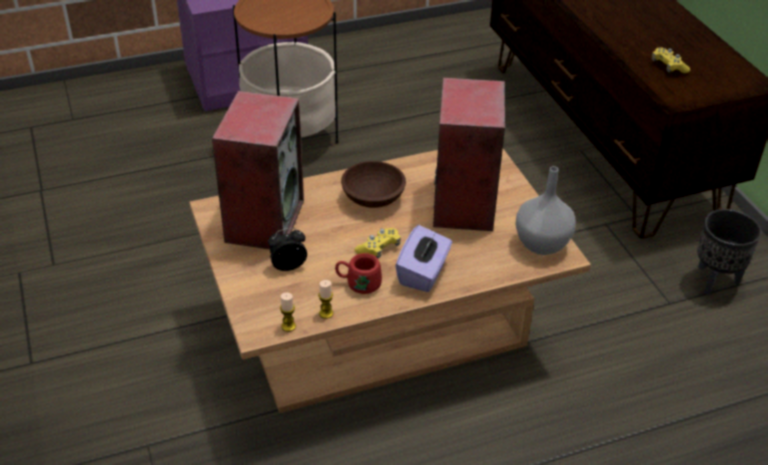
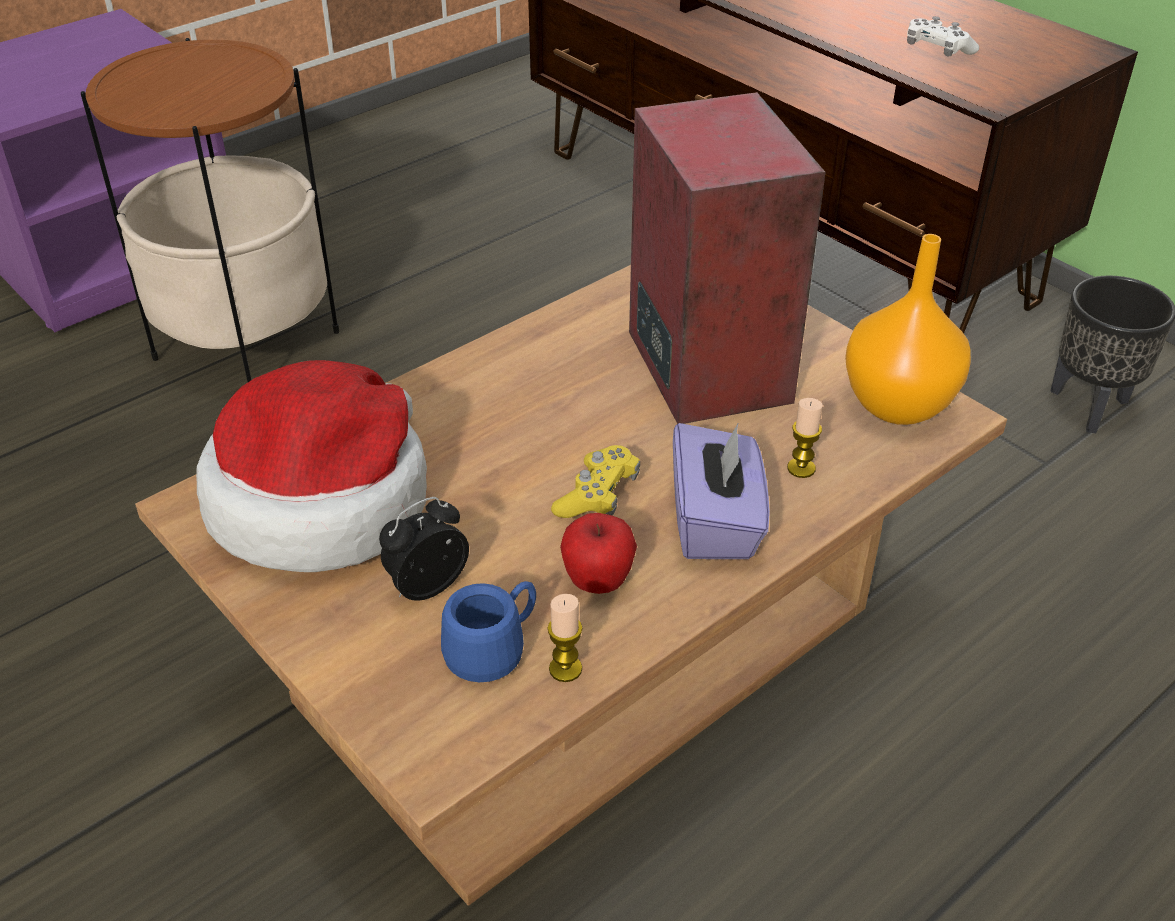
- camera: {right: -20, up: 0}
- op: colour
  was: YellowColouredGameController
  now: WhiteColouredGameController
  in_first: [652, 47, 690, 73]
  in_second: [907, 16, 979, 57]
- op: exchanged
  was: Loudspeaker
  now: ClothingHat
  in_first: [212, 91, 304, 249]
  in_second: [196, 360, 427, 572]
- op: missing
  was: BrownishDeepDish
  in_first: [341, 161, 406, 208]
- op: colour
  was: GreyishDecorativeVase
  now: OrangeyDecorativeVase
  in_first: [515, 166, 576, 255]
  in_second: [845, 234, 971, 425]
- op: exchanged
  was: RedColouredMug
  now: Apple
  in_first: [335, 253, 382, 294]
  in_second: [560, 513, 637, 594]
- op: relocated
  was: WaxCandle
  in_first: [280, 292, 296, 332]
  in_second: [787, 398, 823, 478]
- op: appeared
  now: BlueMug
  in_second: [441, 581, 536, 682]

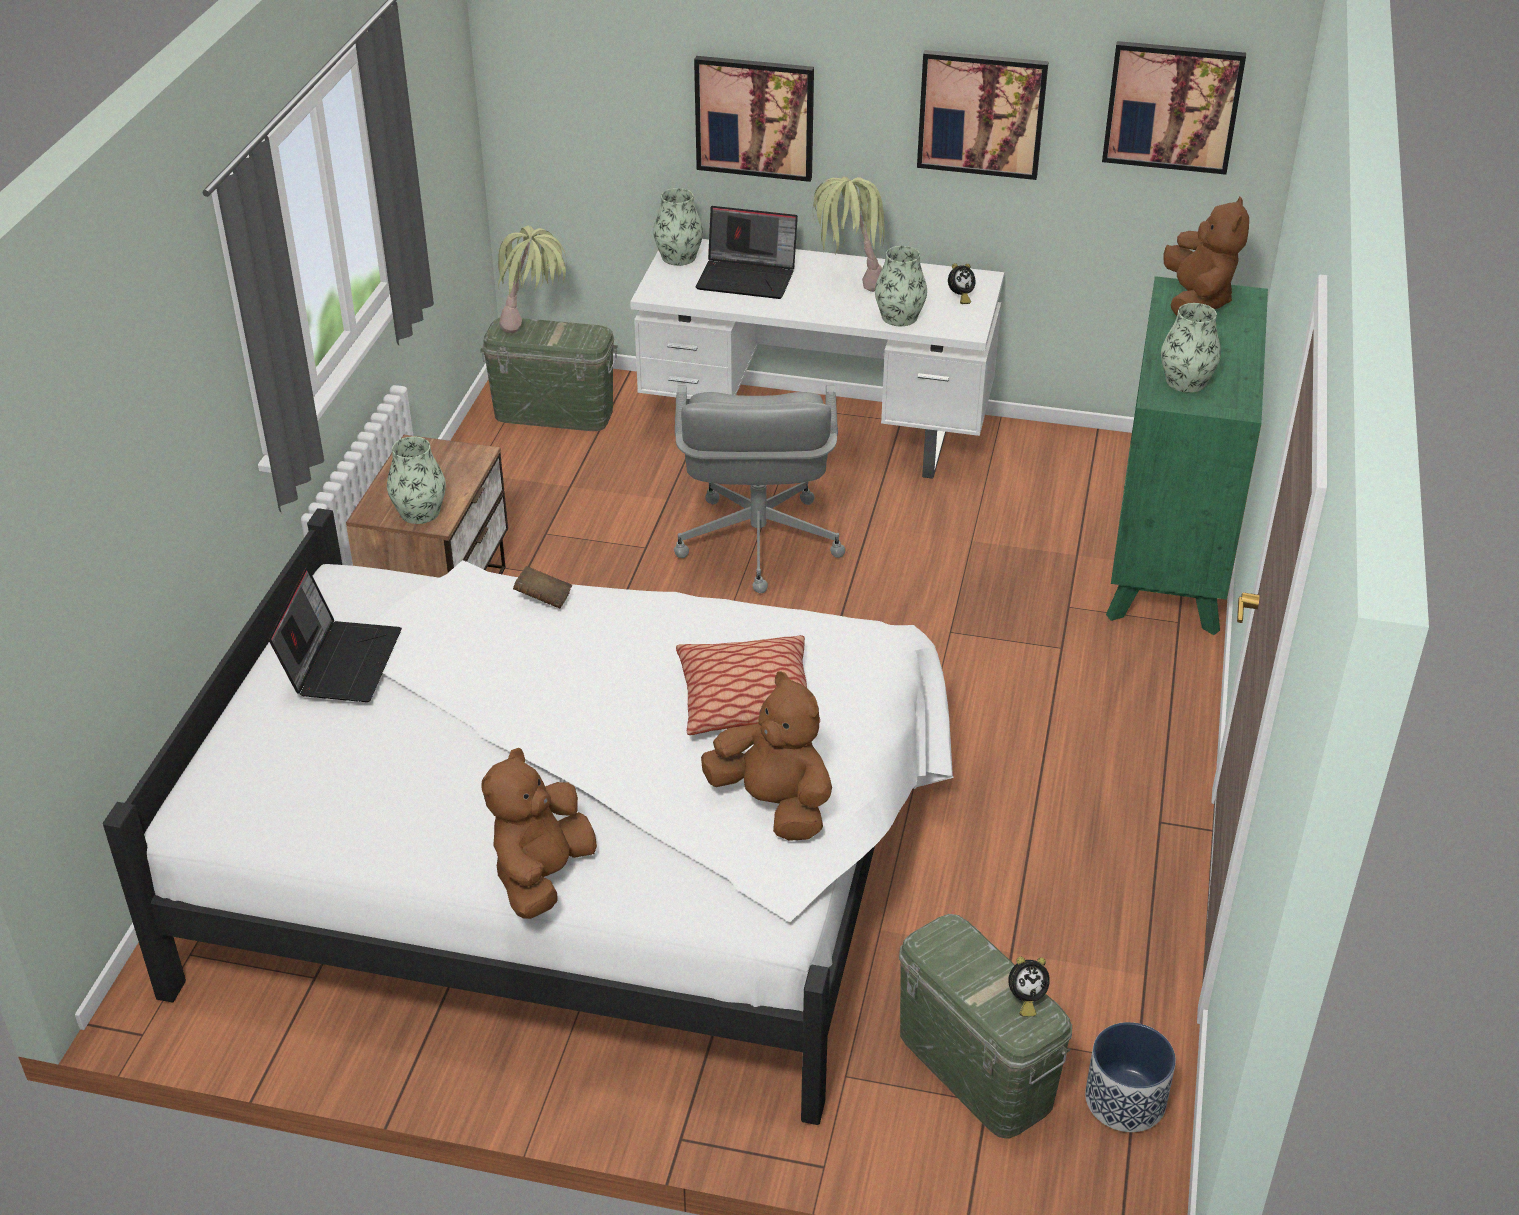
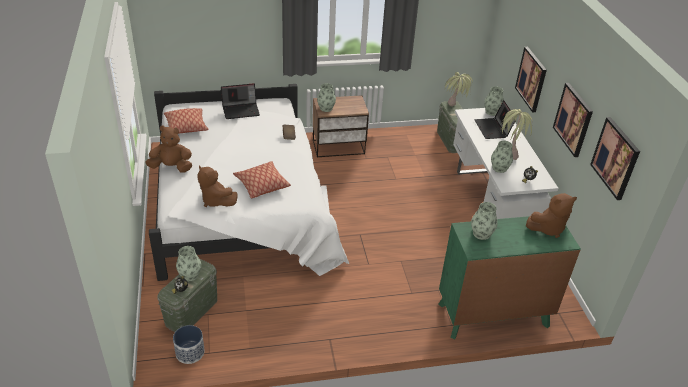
- camera: {right: 65, up: 0}
- op: missing
  was: GreyishComputerChair
  in_first: [674, 385, 845, 593]
- op: spun
  was: BrownishCuddlyToy
  in_first: [701, 671, 832, 841]
  in_second: [197, 165, 238, 207]
  clockwise: 120
- op: appeared
  now: Pillow
  in_second: [164, 108, 209, 133]
- op: appeared
  now: DecorativeVase
  in_second: [176, 246, 201, 281]

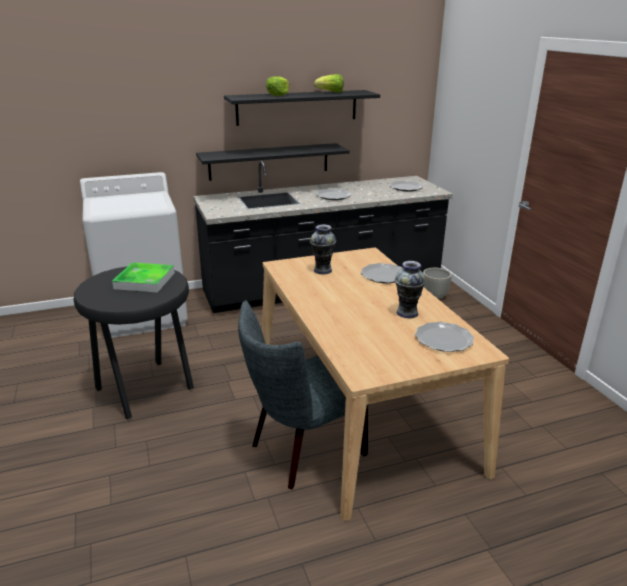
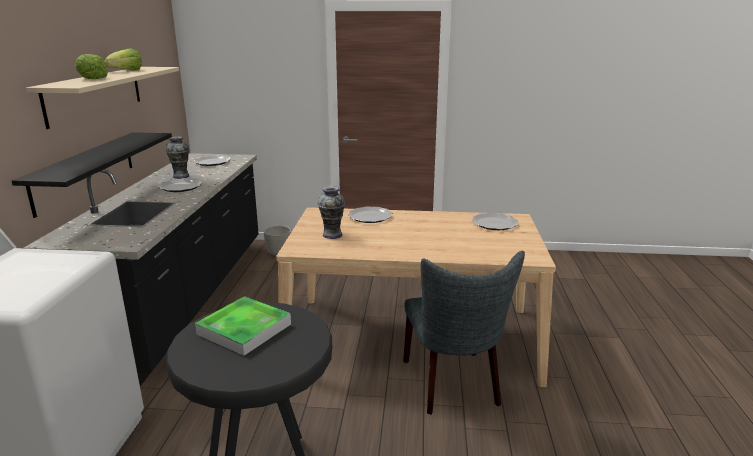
- camera: {right: -65, up: -5}
- op: colour
  was: BlackBracketShelf
  now: BeigeColouredBracketShelf
  in_first: [224, 90, 380, 126]
  in_second: [26, 67, 179, 129]
- op: relocated
  was: DecorativeVase
  in_first: [395, 261, 425, 318]
  in_second: [166, 136, 190, 179]

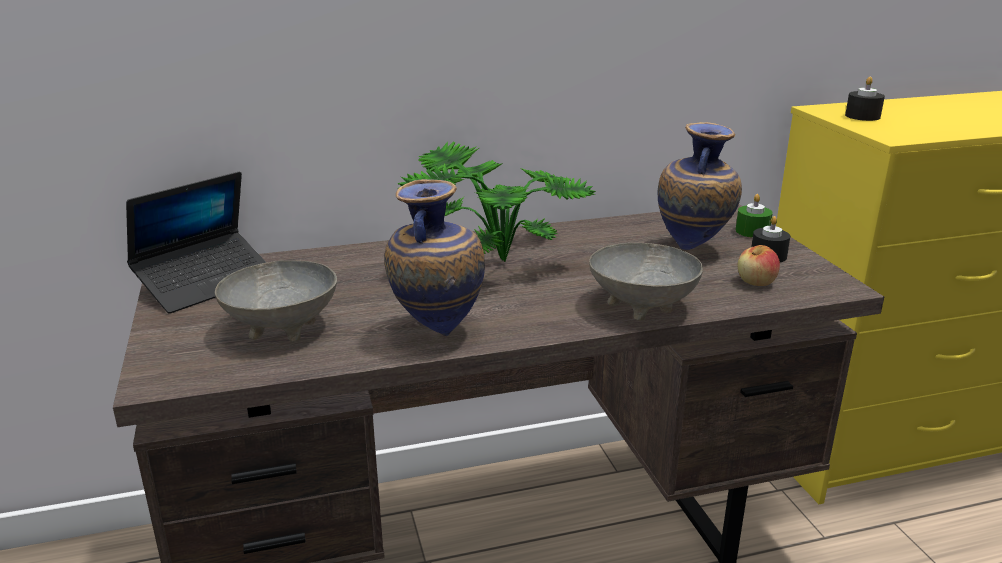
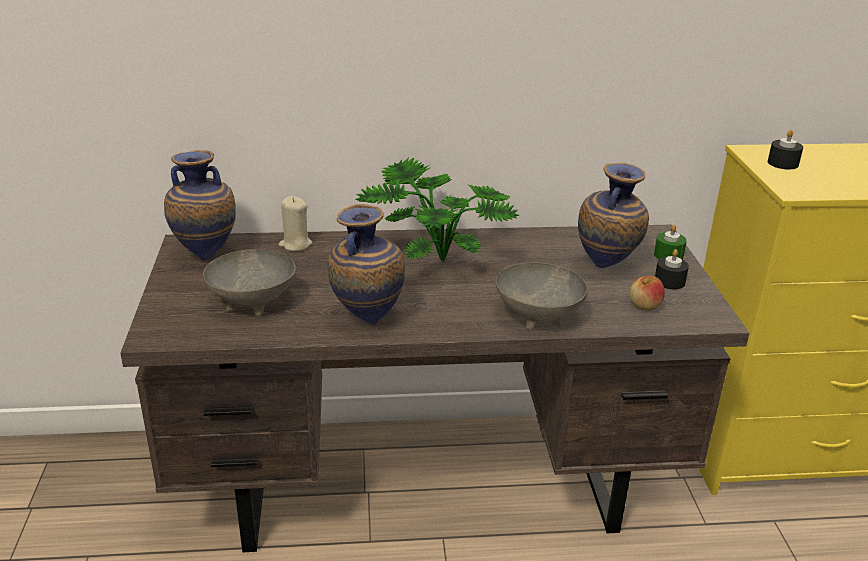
- camera: {right: 10, up: 5}
- op: exchanged
  was: Laptop
  now: DecorativeVase
  in_first: [126, 172, 266, 314]
  in_second: [164, 150, 236, 260]
- op: appeared
  now: BeigeColouredWaxCandle
  in_second: [278, 196, 312, 251]

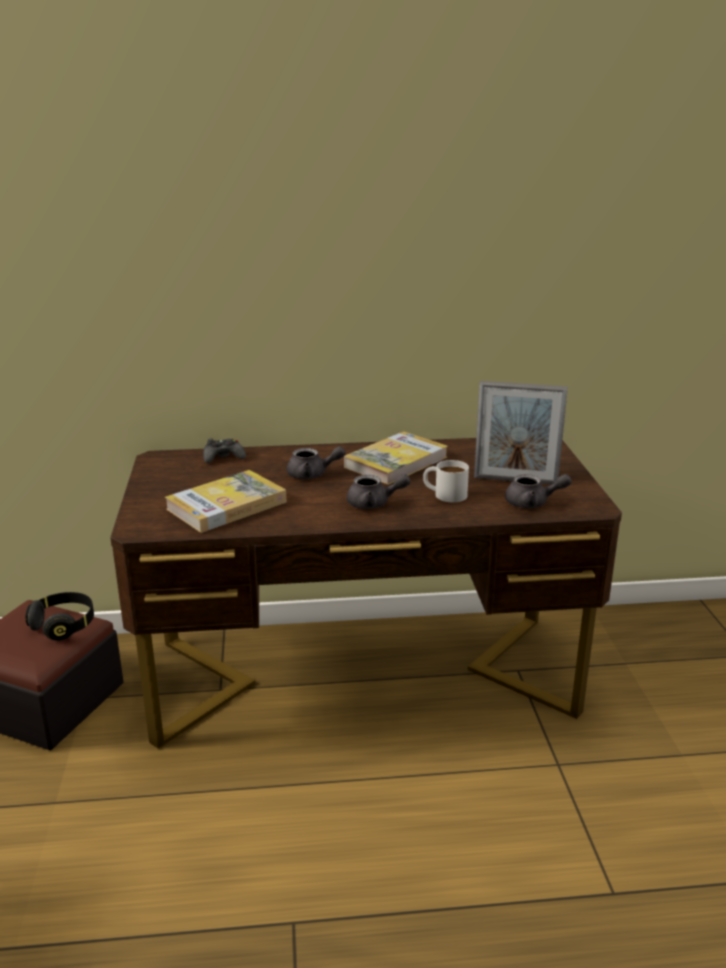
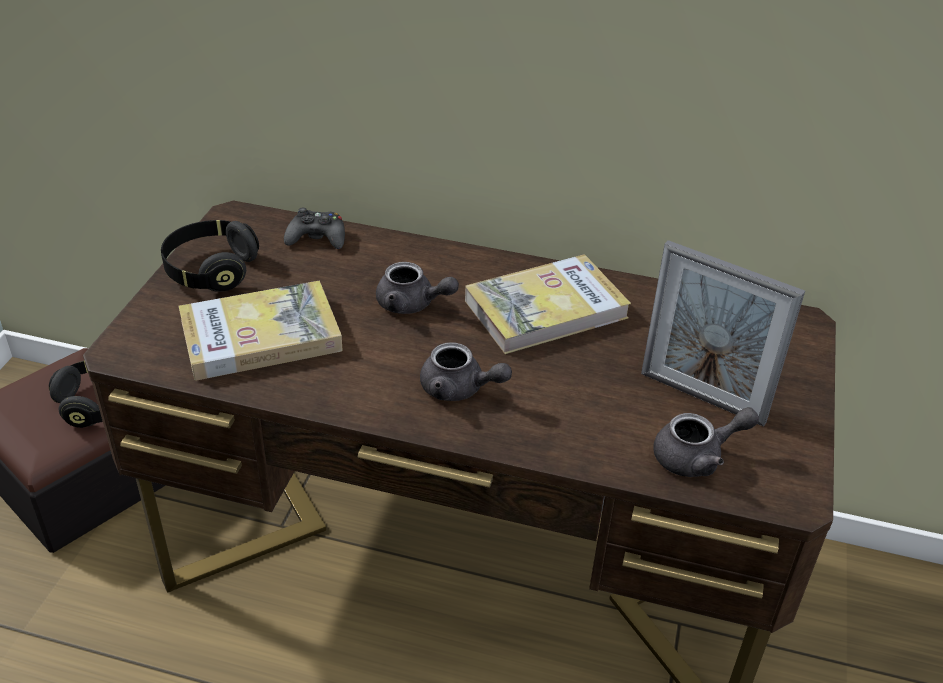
- camera: {right: 20, up: 15}
- op: missing
  was: WhiteColouredMug
  in_first: [423, 460, 469, 502]
- op: spun
  was: GreyishTeaPot
  in_first: [505, 474, 572, 508]
  in_second: [653, 407, 759, 477]
  clockwise: -45
- op: appeared
  now: BlackPairOfHeadphones
  in_second: [161, 220, 259, 292]

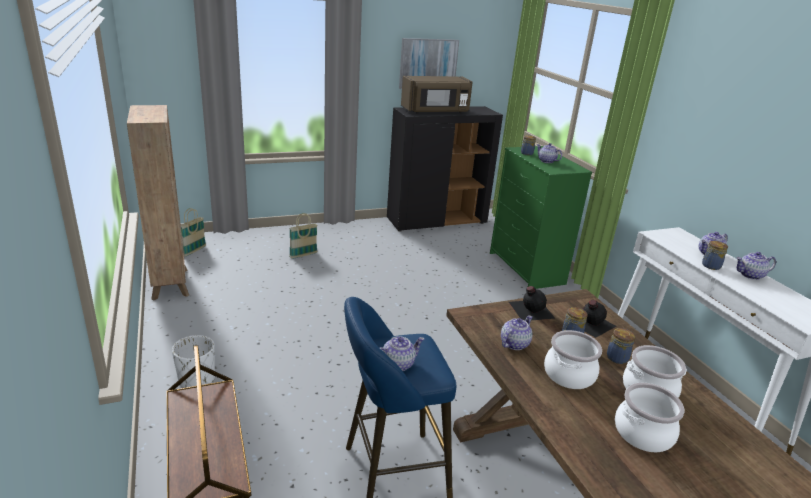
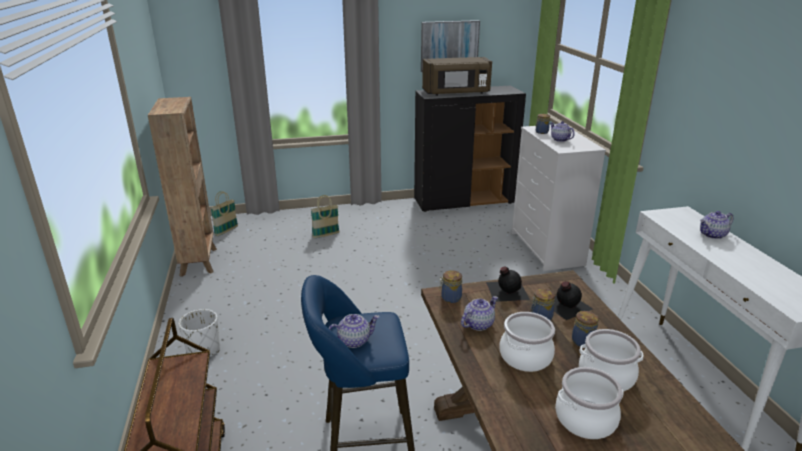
- camera: {right: 10, up: 0}
- op: colour
  was: GreenColouredDresser
  now: WhiteColouredDresser
  in_first: [490, 146, 592, 289]
  in_second: [512, 124, 606, 271]
- op: relocated
  was: Jar
  in_first: [702, 241, 728, 270]
  in_second: [439, 270, 462, 303]
- op: missing
  was: TeaPot
  in_first: [736, 252, 776, 280]

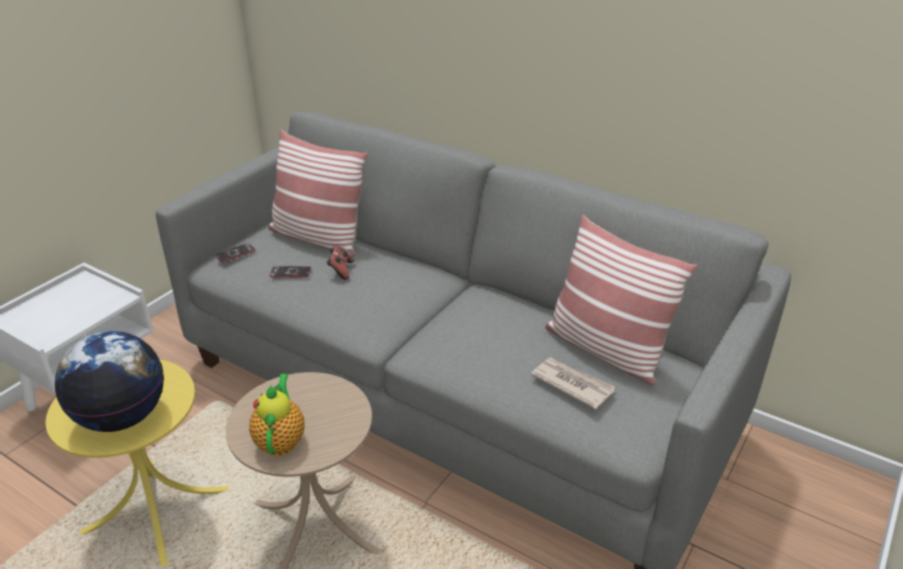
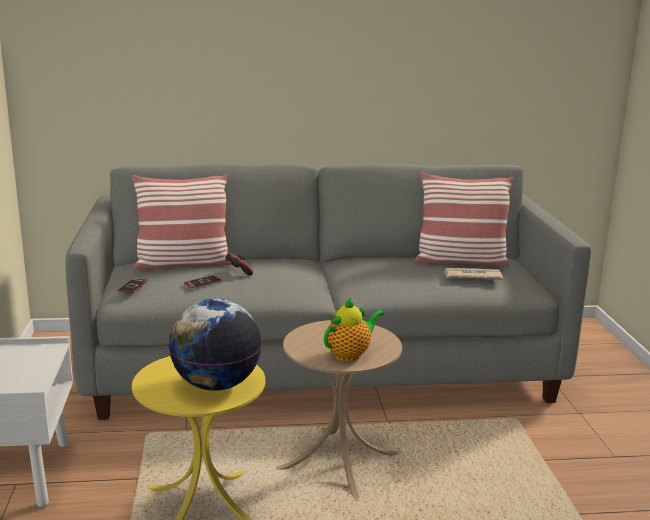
- camera: {right: -40, up: -15}
- op: spun
  was: TeaPot
  in_first: [249, 374, 304, 456]
  in_second: [324, 297, 384, 362]
  clockwise: 90

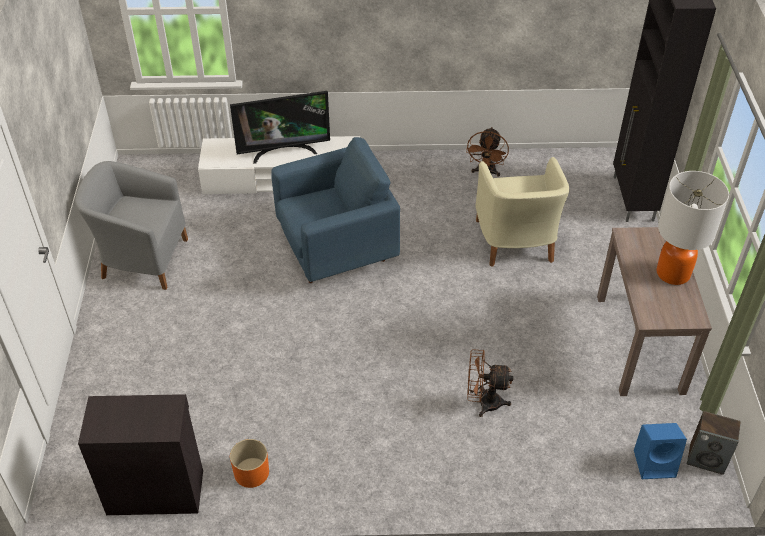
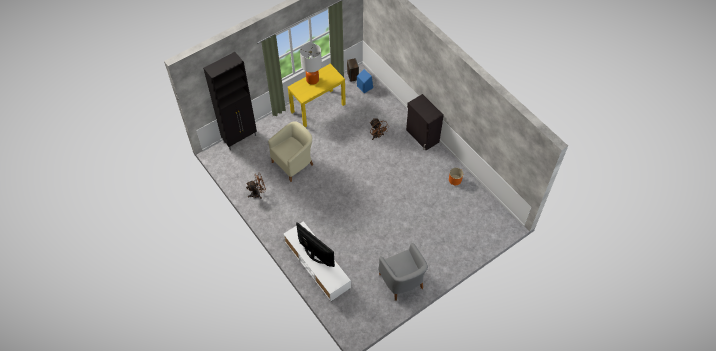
- camera: {right: -125, up: 10}
- op: missing
  was: BlueArmchair
  in_first: [271, 137, 400, 283]
- op: colour
  was: BrownishHallTable
  now: YellowColouredHallTable
  in_first: [597, 227, 712, 396]
  in_second: [287, 64, 346, 127]
- op: relocated
  was: BlackCupboard
  in_first: [78, 394, 203, 515]
  in_second: [406, 94, 444, 150]

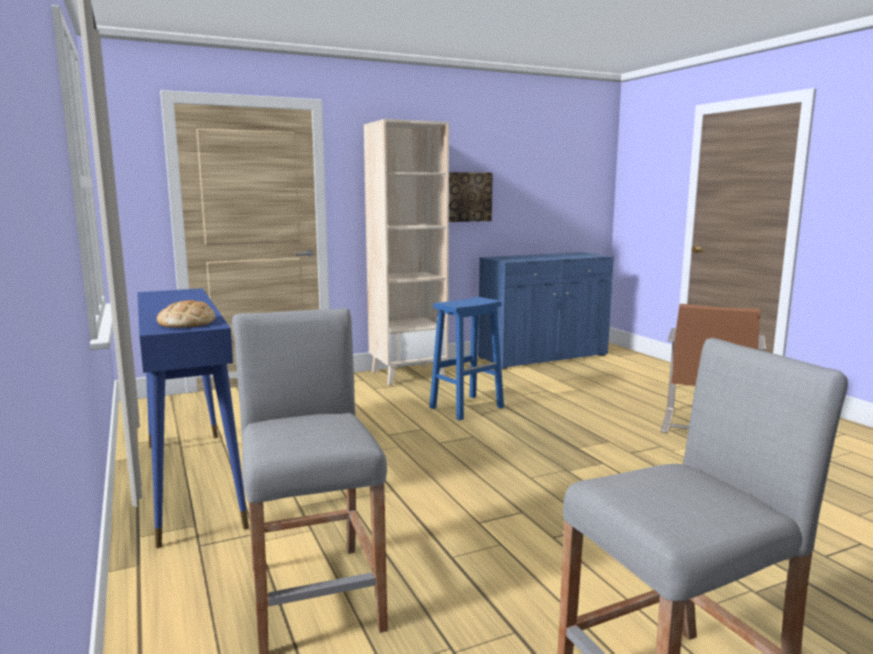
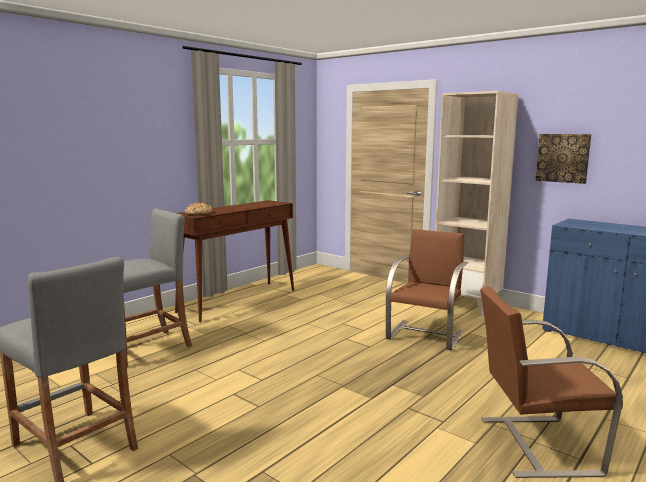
- camera: {right: 65, up: 0}
- op: colour
  was: BlueHallTable
  now: BrownishHallTable
  in_first: [137, 288, 249, 548]
  in_second: [175, 200, 294, 322]
- op: exchanged
  was: BlueStool
  now: BrownishUprightChair
  in_first: [429, 297, 504, 420]
  in_second: [386, 229, 468, 351]

